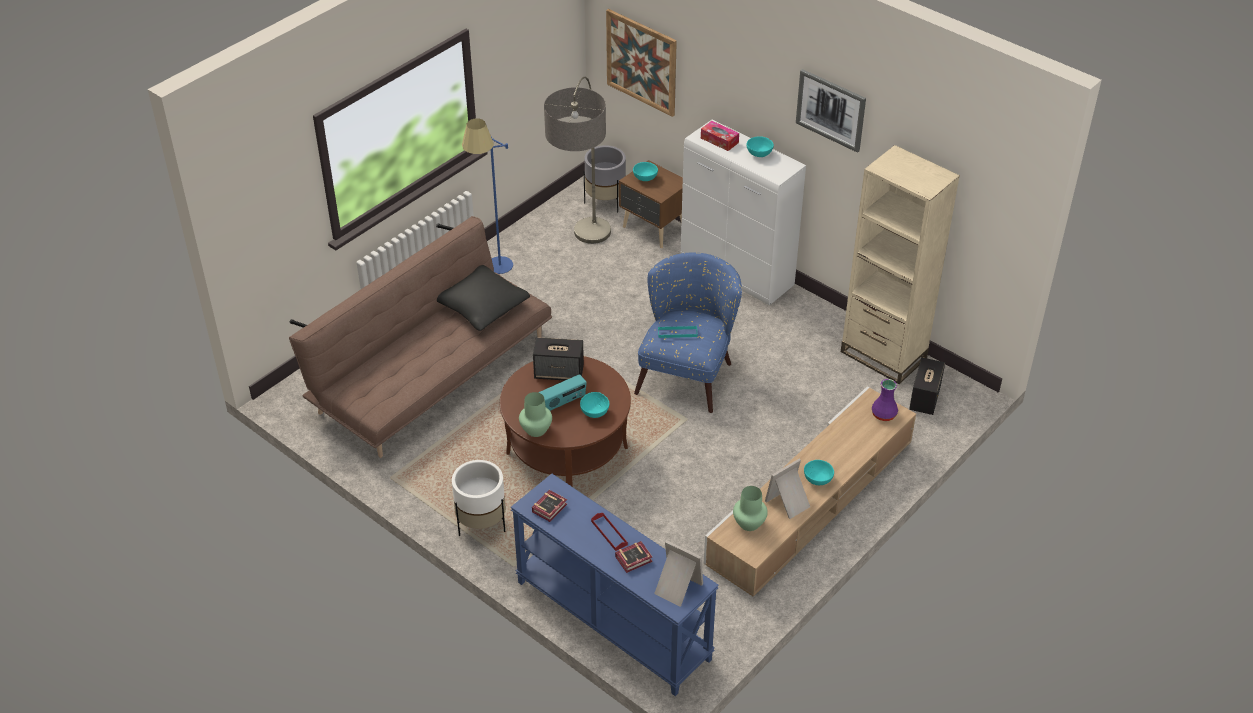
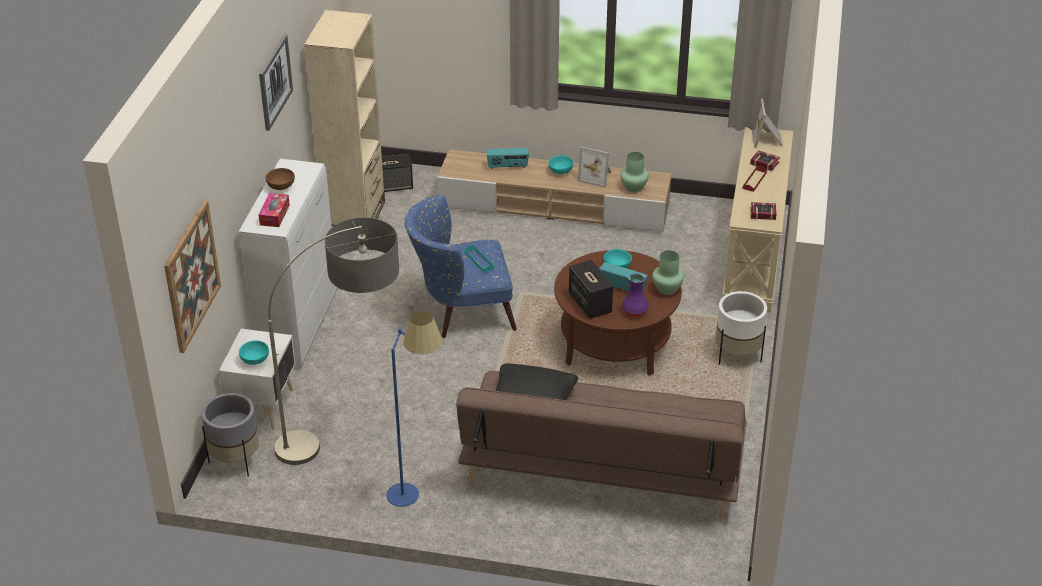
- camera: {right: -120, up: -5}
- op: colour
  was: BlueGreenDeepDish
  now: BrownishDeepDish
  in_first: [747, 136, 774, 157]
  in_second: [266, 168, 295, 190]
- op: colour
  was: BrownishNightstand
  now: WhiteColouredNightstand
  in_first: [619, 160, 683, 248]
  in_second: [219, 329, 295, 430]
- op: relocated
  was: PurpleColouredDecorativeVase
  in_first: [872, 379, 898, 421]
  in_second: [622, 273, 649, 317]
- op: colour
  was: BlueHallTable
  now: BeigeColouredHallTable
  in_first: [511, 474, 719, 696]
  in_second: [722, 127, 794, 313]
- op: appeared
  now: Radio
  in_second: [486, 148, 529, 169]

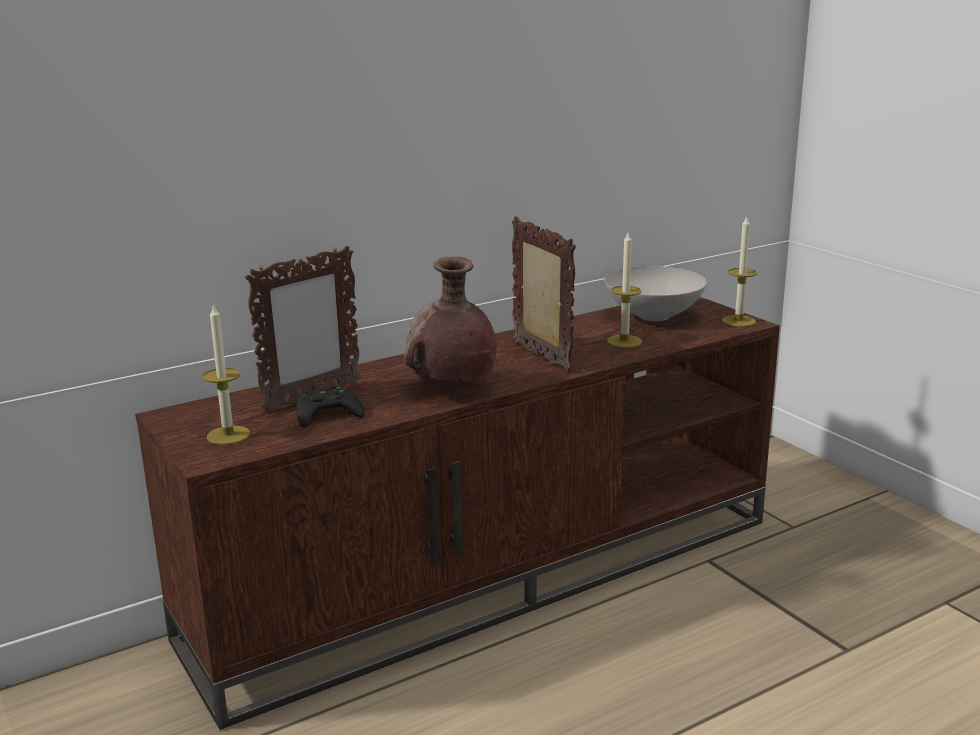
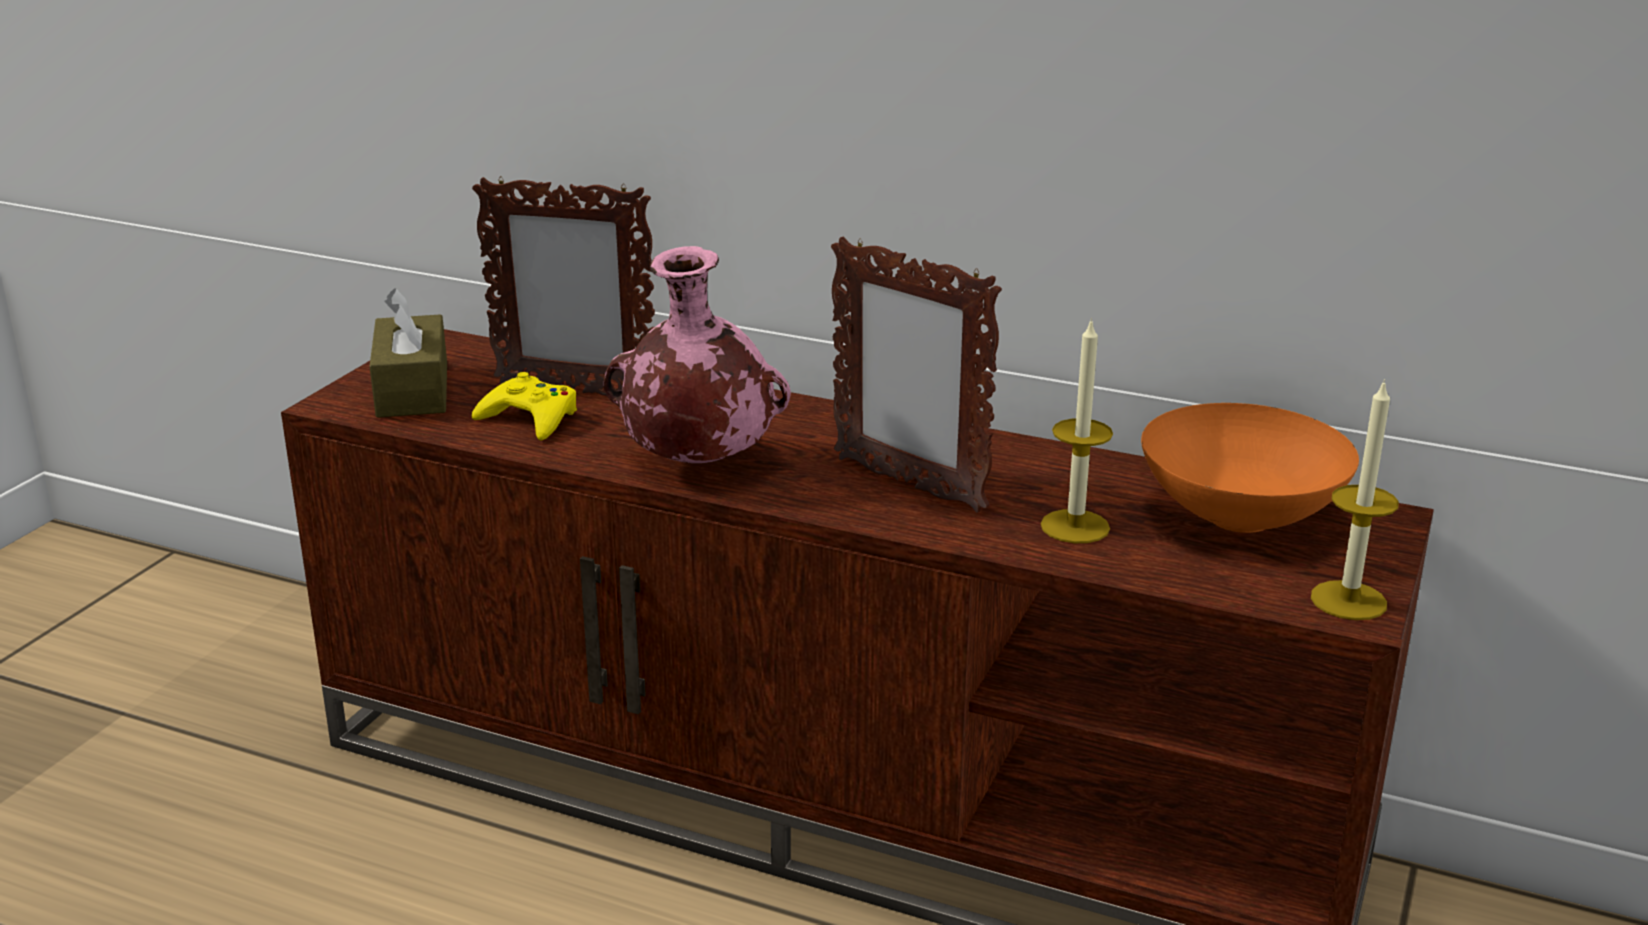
- camera: {right: 55, up: 5}
- op: spun
  was: StandingFrame
  in_first: [512, 216, 576, 372]
  in_second: [831, 237, 1002, 513]
  clockwise: 105
- op: colour
  was: BrownishDecorativeVase
  now: PinkishDecorativeVase
  in_first: [404, 257, 497, 390]
  in_second: [604, 246, 791, 464]
- op: colour
  was: WhiteColouredDeepDish
  now: OrangeyDeepDish
  in_first: [604, 266, 707, 321]
  in_second: [1141, 403, 1359, 533]
- op: exchanged
  was: WaxCandle
  now: BrownishTissueBox
  in_first: [203, 303, 250, 445]
  in_second: [369, 288, 447, 418]
- op: colour
  was: BlackGameController
  now: YellowColouredGameController
  in_first: [297, 386, 365, 428]
  in_second: [472, 372, 577, 440]

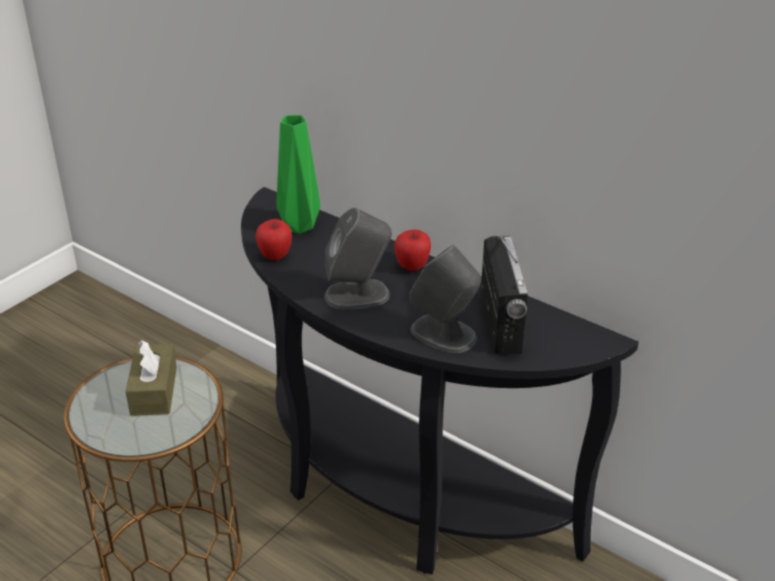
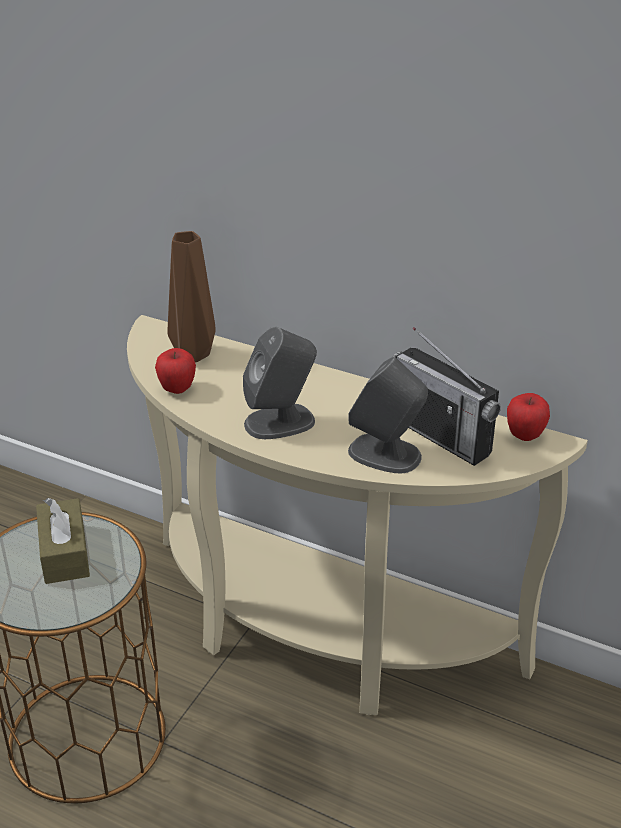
- camera: {right: -10, up: 0}
- op: colour
  was: GreenColouredDecorativeVase
  now: BrownishDecorativeVase
  in_first: [277, 115, 320, 234]
  in_second: [168, 231, 216, 362]
- op: colour
  was: BlackHallTable
  now: BeigeColouredHallTable
  in_first: [241, 187, 639, 574]
  in_second: [127, 315, 588, 715]
- op: relocated
  was: Apple
  in_first: [394, 229, 431, 271]
  in_second: [507, 393, 550, 441]
- op: spun
  was: Radio
  in_first: [481, 235, 528, 355]
  in_second: [393, 327, 501, 466]
  clockwise: 150

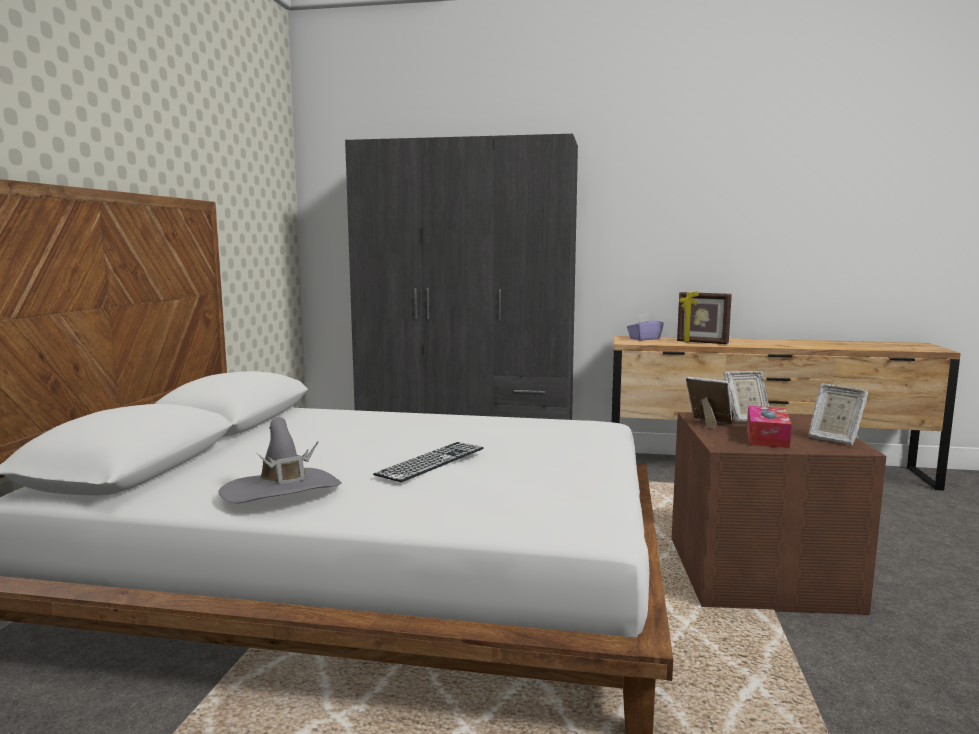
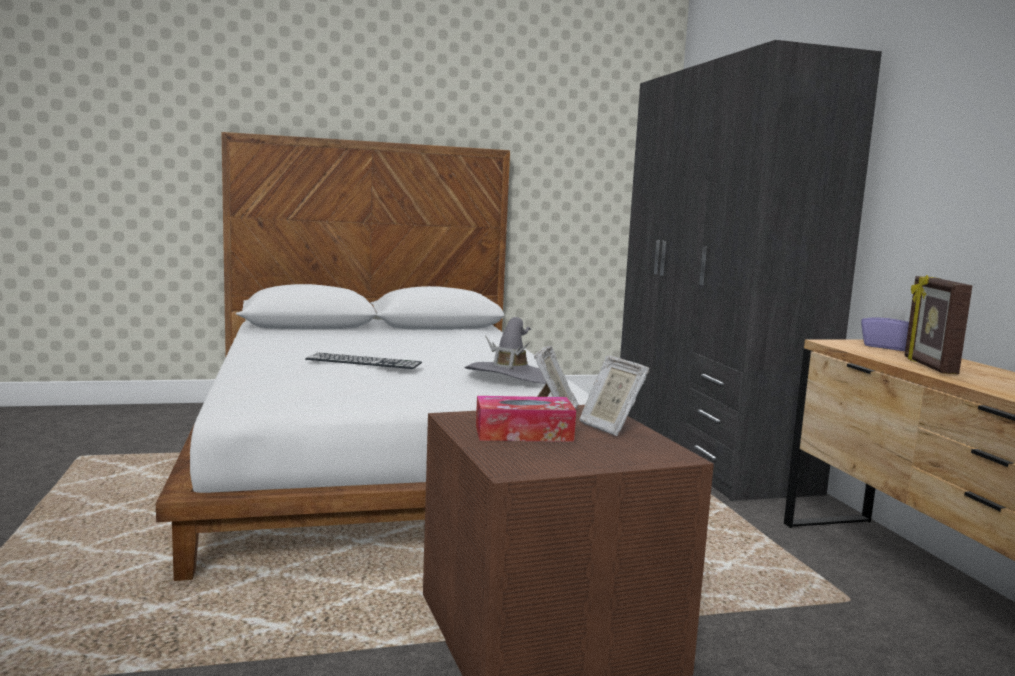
- camera: {right: 65, up: 0}
- op: missing
  was: StandingFrame
  in_first: [808, 383, 868, 445]
- op: relocated
  was: GreyishClothingHat
  in_first: [218, 417, 342, 503]
  in_second: [465, 317, 546, 384]

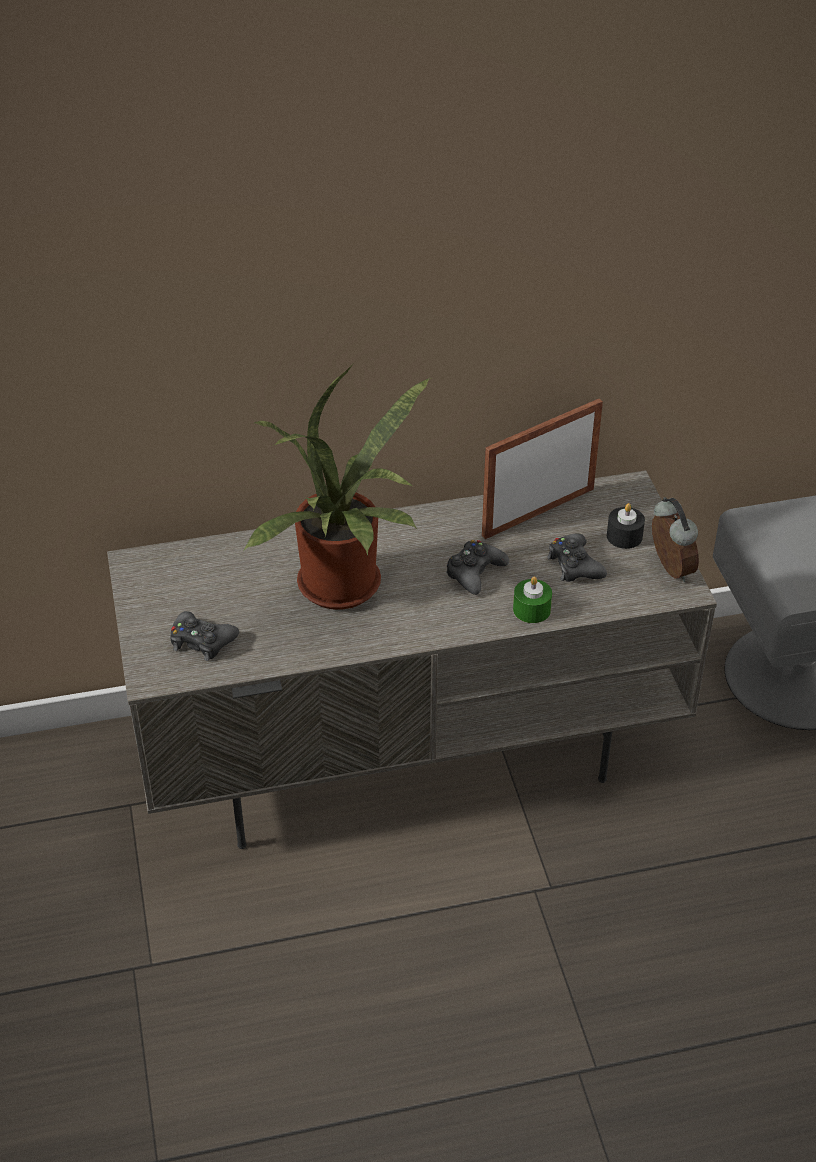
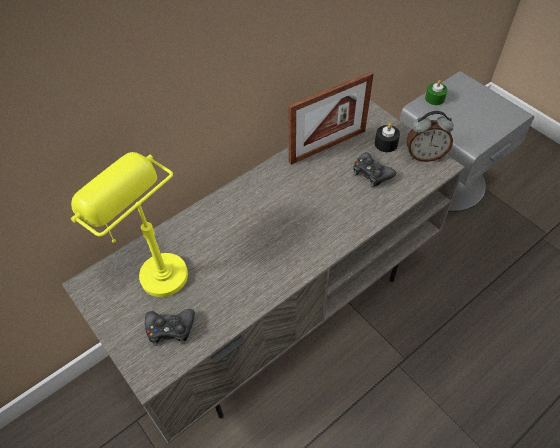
- camera: {right: -25, up: 10}
- op: missing
  was: PlantInAPot
  in_first: [244, 364, 431, 610]
- op: spun
  was: StandingFrame
  in_first: [482, 399, 603, 539]
  in_second: [288, 72, 374, 165]
  clockwise: -150
- op: spun
  was: TableClock
  in_first: [652, 497, 699, 582]
  in_second: [407, 111, 454, 162]
  clockwise: 135
- op: missing
  was: BlackGameController
  in_first: [446, 540, 509, 595]
- op: relocated
  was: GreenColouredWaxCandle
  in_first: [513, 577, 552, 623]
  in_second: [425, 80, 448, 105]
- op: appeared
  now: YellowColouredTableLamp
  in_second: [71, 152, 188, 297]

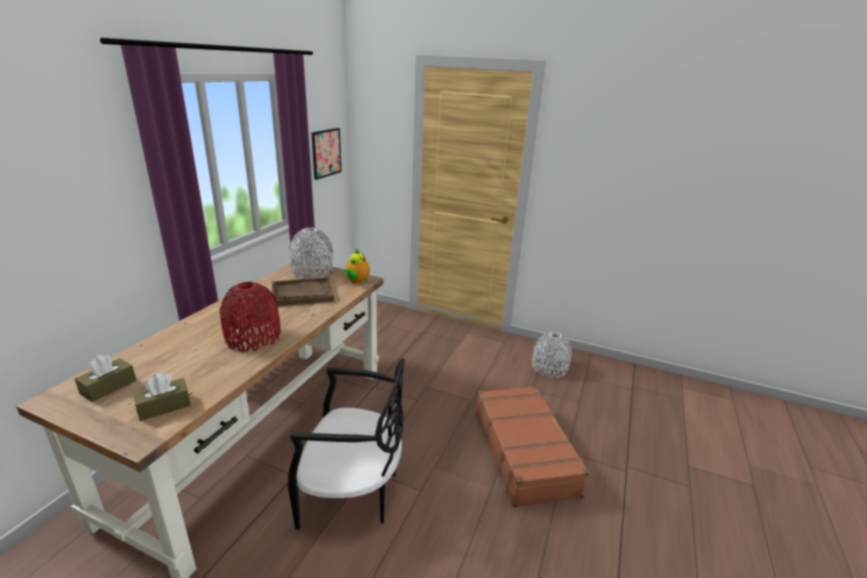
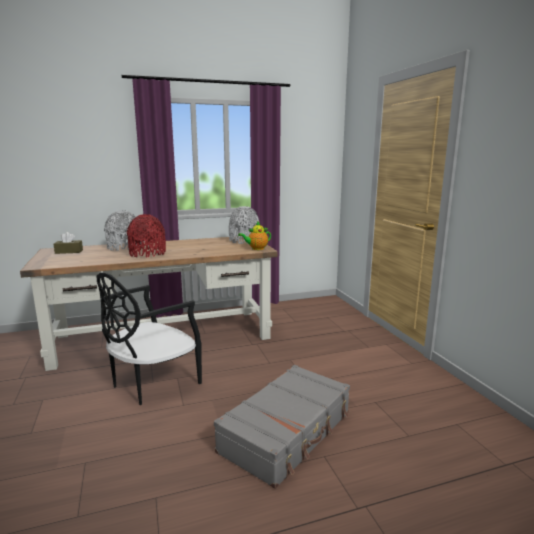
- camera: {right: 50, up: -10}
- op: missing
  was: WallArt
  in_first: [311, 128, 341, 180]
- op: missing
  was: BrownishServingTray
  in_first: [272, 277, 334, 306]
- op: relocated
  was: GreyishDecorativeVase
  in_first: [532, 332, 572, 378]
  in_second: [104, 210, 141, 251]
- op: spun
  was: BlackUprightChair
  in_first: [288, 358, 405, 530]
  in_second: [97, 273, 202, 405]
  clockwise: 75
- op: missing
  was: BrownishTissueBox
  in_first: [133, 373, 191, 421]
- op: colour
  was: BrownishSuitcase
  now: GreyishSuitcase
  in_first: [476, 386, 589, 507]
  in_second: [214, 365, 350, 489]

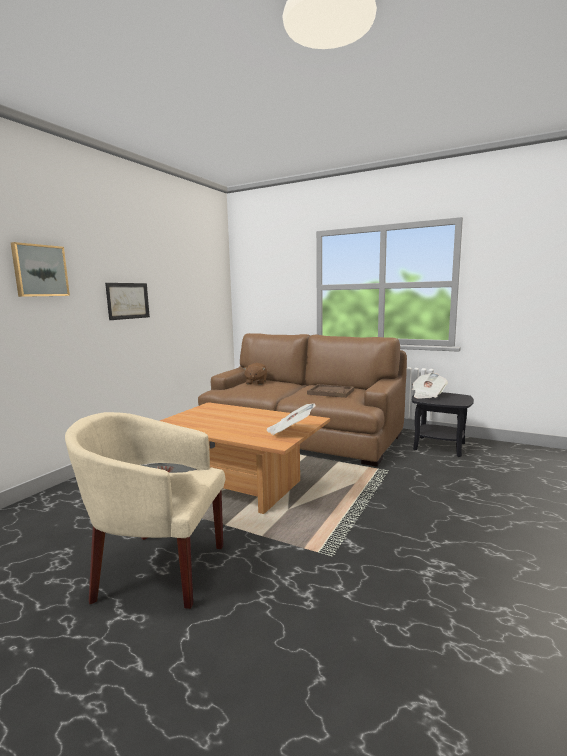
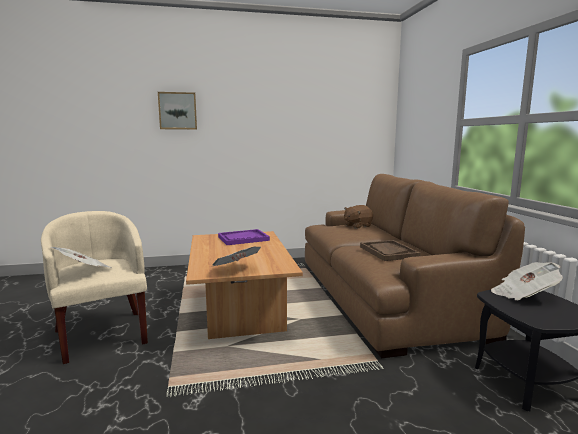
- camera: {right: 50, up: 0}
- op: missing
  was: WallArt
  in_first: [105, 283, 150, 320]
- op: appeared
  now: PurpleColouredServingTray
  in_second: [218, 229, 270, 245]

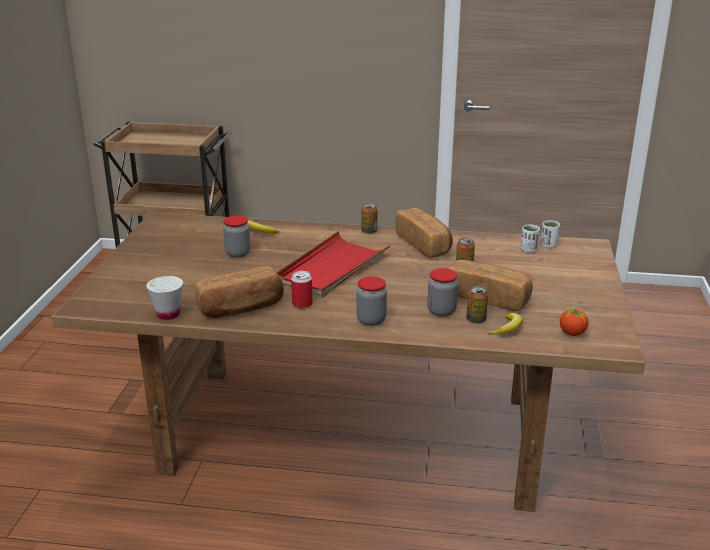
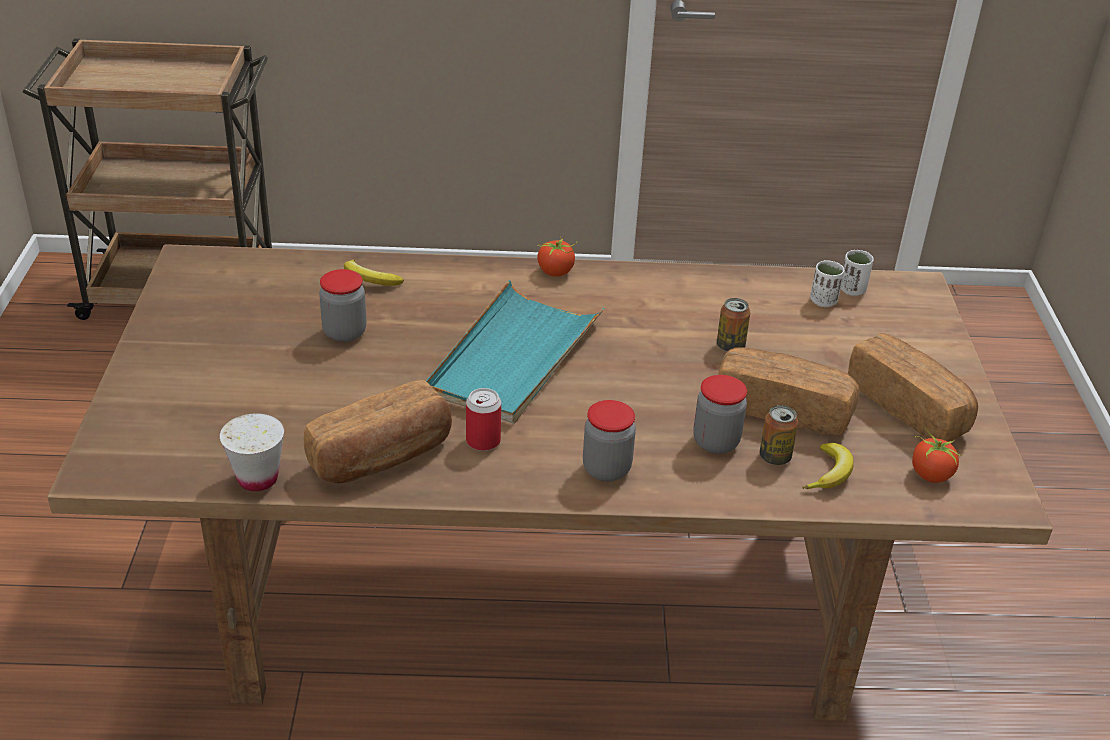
- camera: {right: -10, up: 10}
- op: exchanged
  was: SealedCan
  now: FreshTomato
  in_first: [361, 203, 378, 234]
  in_second: [537, 238, 576, 277]
- op: relocated
  was: Bread
  in_first: [395, 207, 453, 258]
  in_second: [848, 333, 978, 442]
- op: colour
  was: RedColouredServingTray
  now: BlueGreenServingTray
  in_first: [277, 231, 390, 297]
  in_second: [426, 280, 604, 424]

